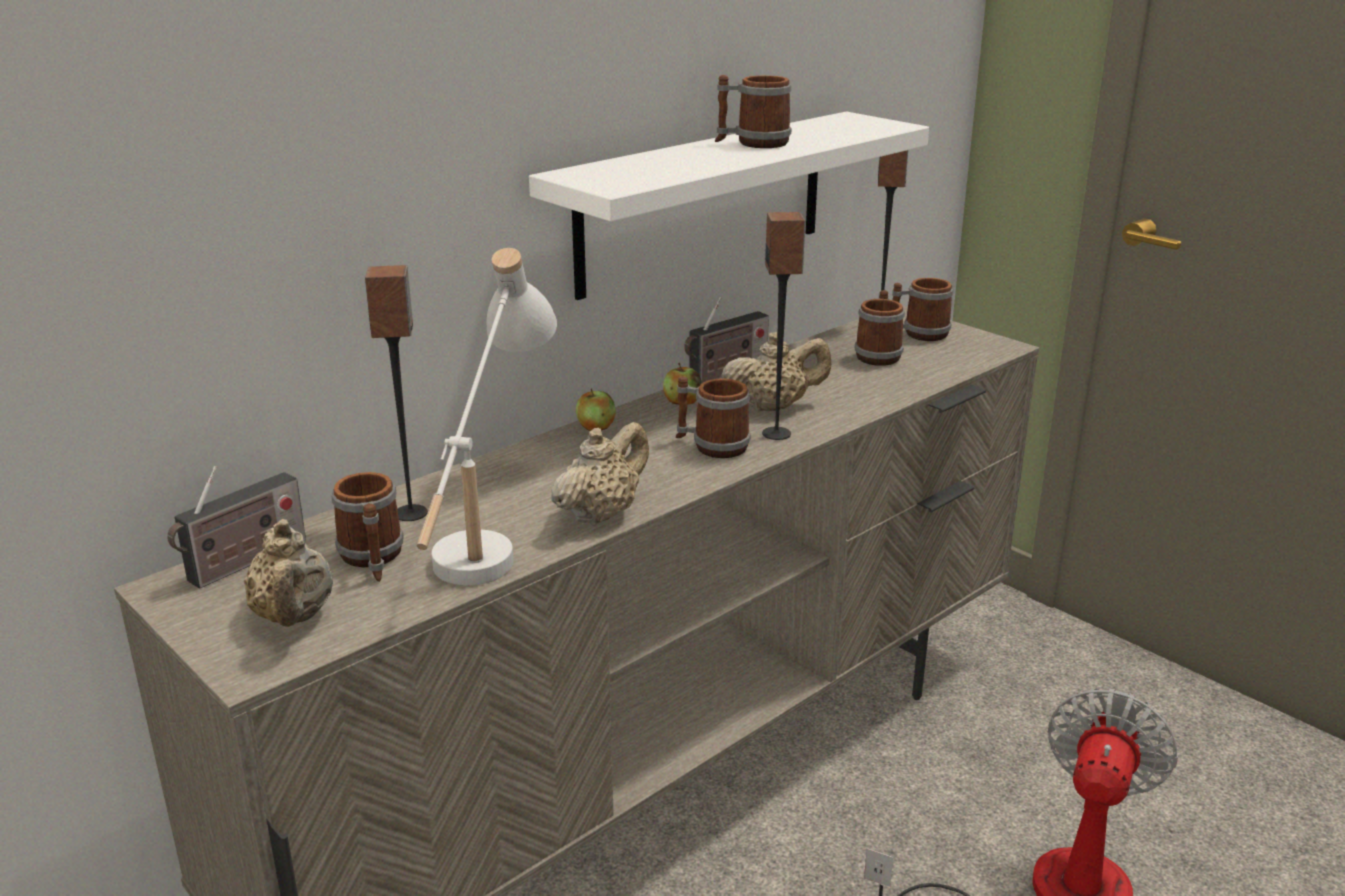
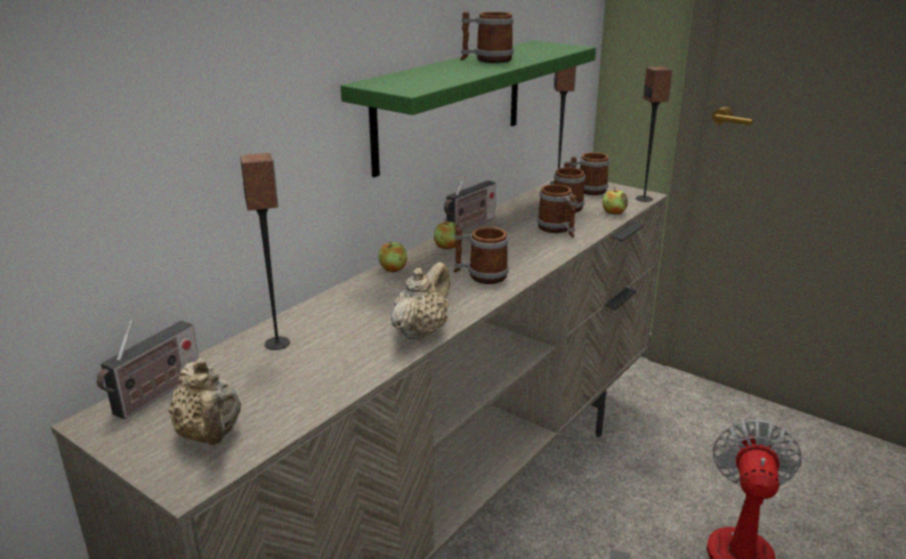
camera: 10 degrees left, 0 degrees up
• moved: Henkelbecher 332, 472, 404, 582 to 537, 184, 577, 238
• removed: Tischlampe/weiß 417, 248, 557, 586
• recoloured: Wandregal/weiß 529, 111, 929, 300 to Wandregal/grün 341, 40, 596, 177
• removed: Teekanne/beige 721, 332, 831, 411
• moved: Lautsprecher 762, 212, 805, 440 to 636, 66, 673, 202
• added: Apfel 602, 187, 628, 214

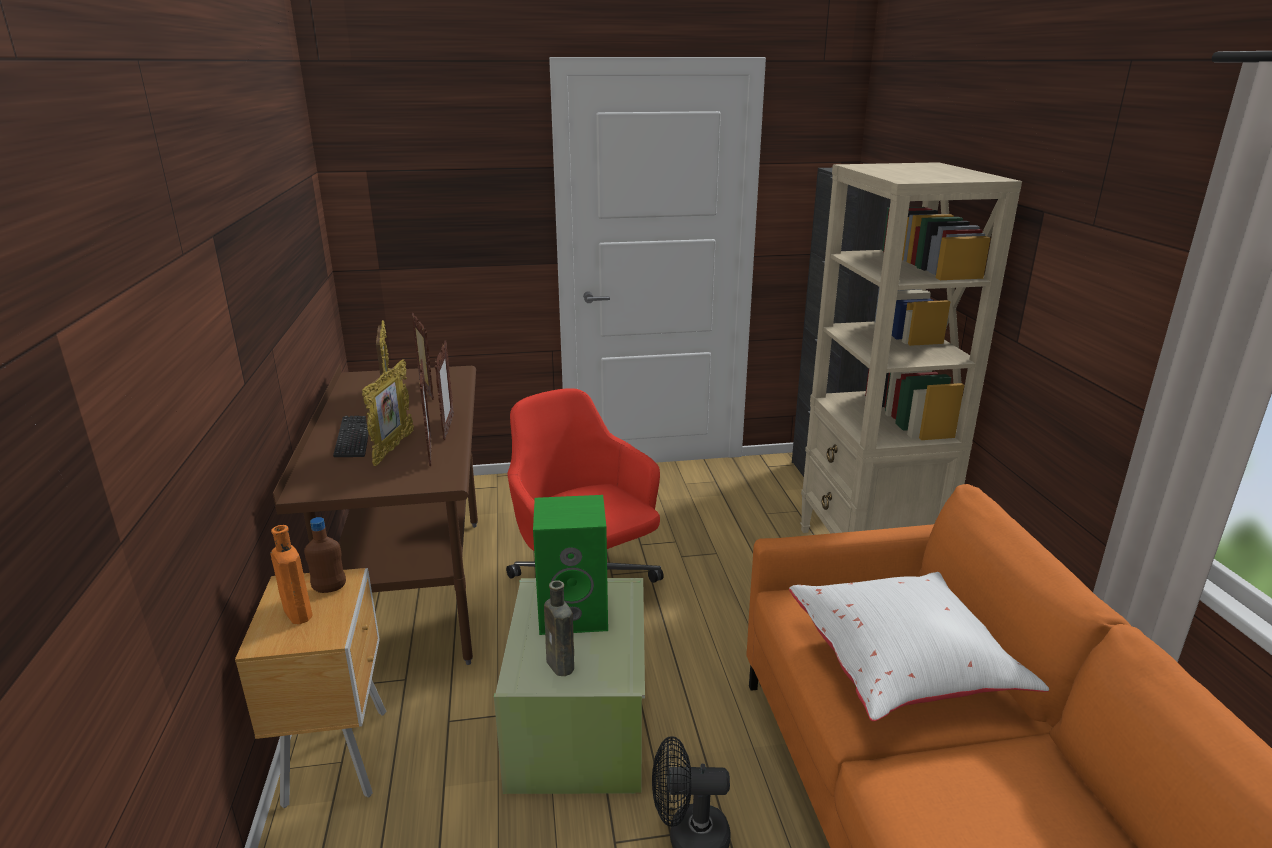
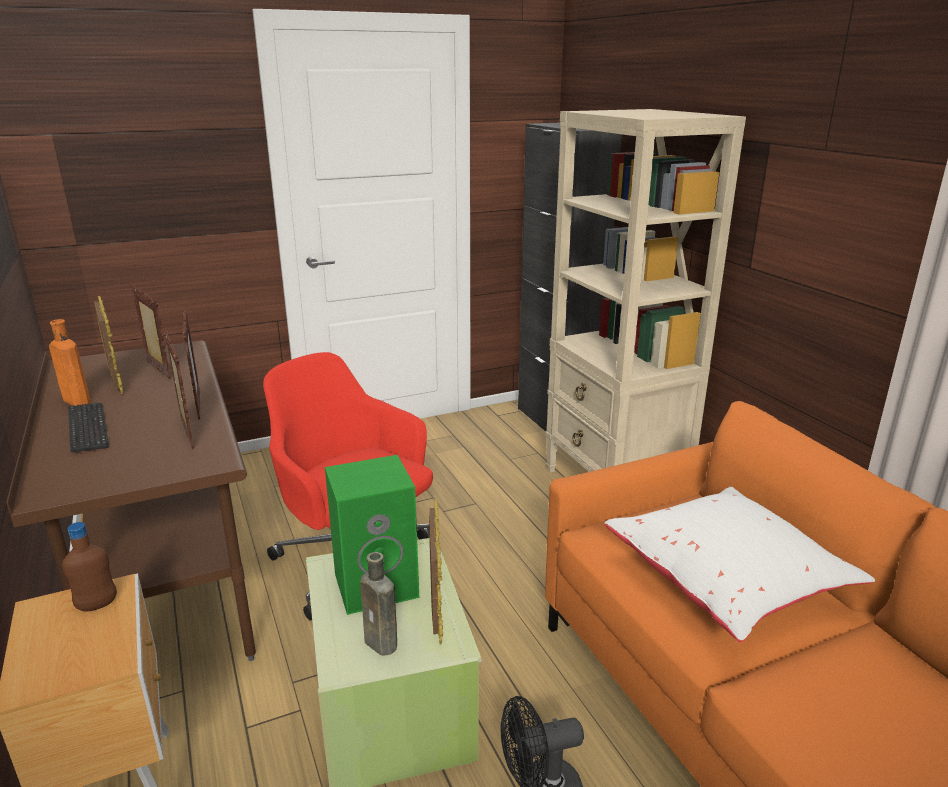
camera: 15 degrees left, 0 degrees up
• moved: Flasche/orange 271, 525, 312, 624 to 49, 319, 90, 406
• moved: Bilderrahmen 362, 360, 414, 466 to 429, 499, 443, 644

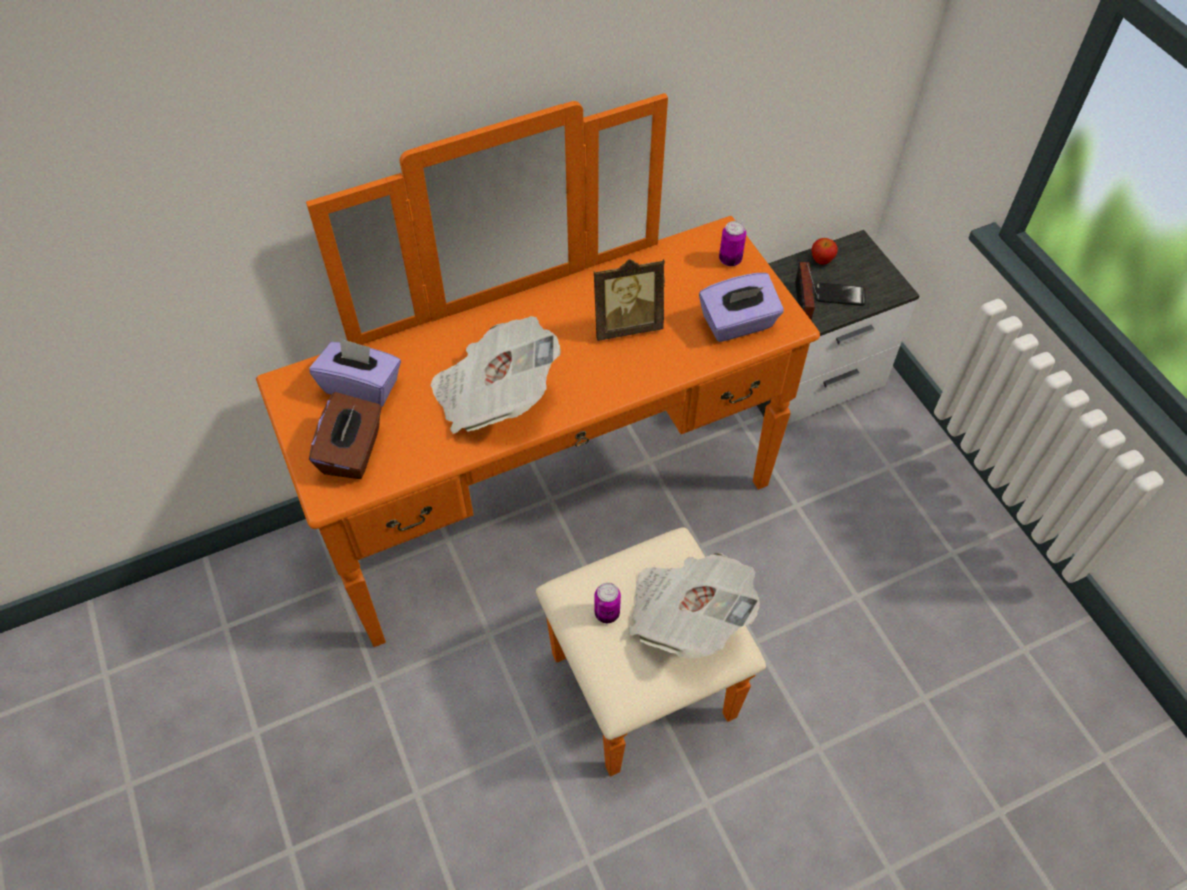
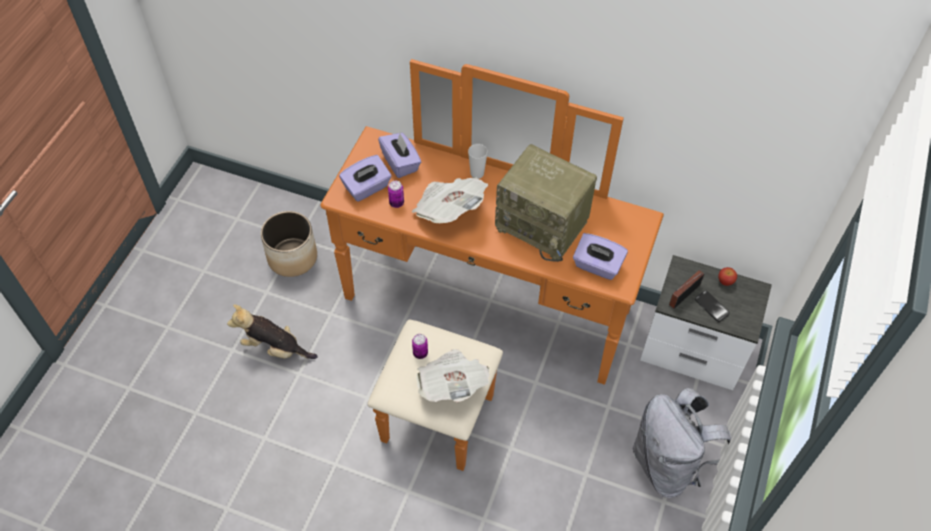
camera: 45 degrees right, 0 degrees up
• recoloured: Taschentuchbox/braun 309, 392, 382, 479 to Taschentuchbox/lila 339, 155, 392, 202
• replaced: Bilderrahmen 594, 259, 665, 341 to Radio 495, 144, 597, 262
• moved: Dose 719, 221, 746, 266 to 388, 181, 404, 208
• added: Plüschtier 227, 305, 318, 359
• added: Pflanzkübel 261, 211, 317, 277
• added: Tasse 468, 144, 488, 179
• added: Rucksack/grau 633, 388, 732, 498

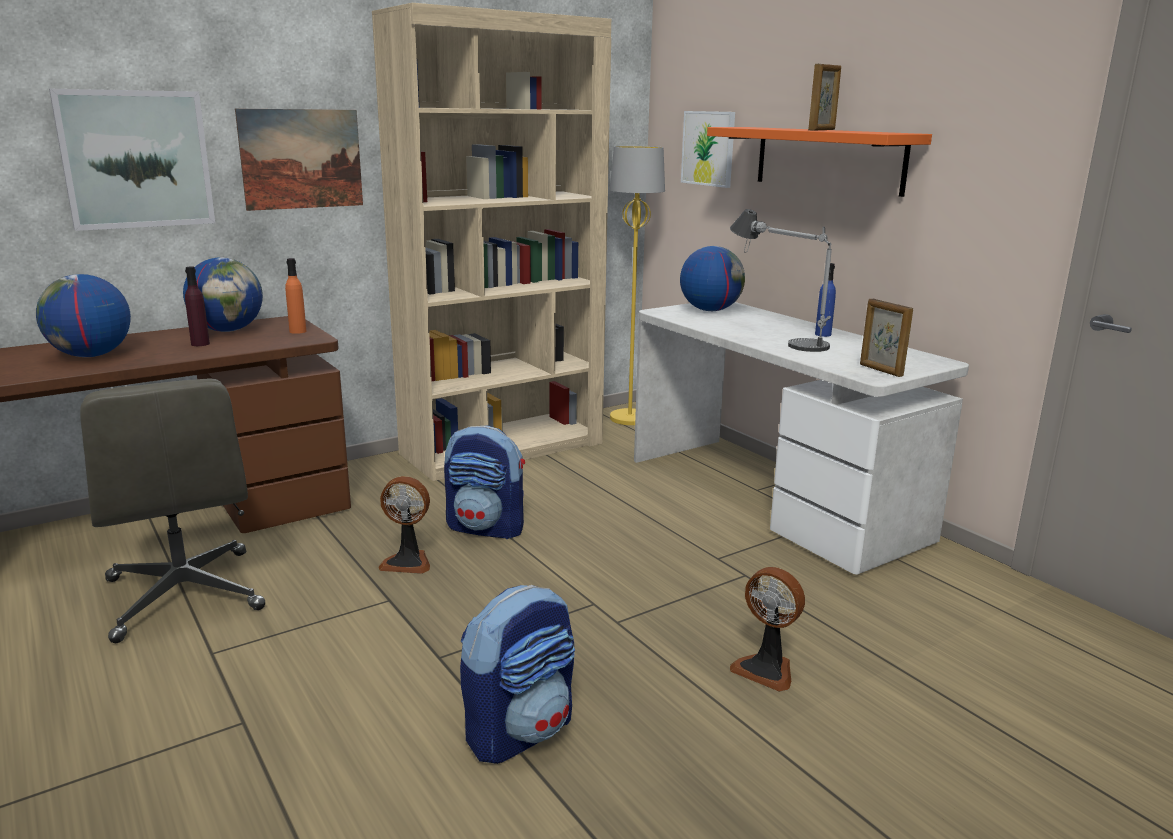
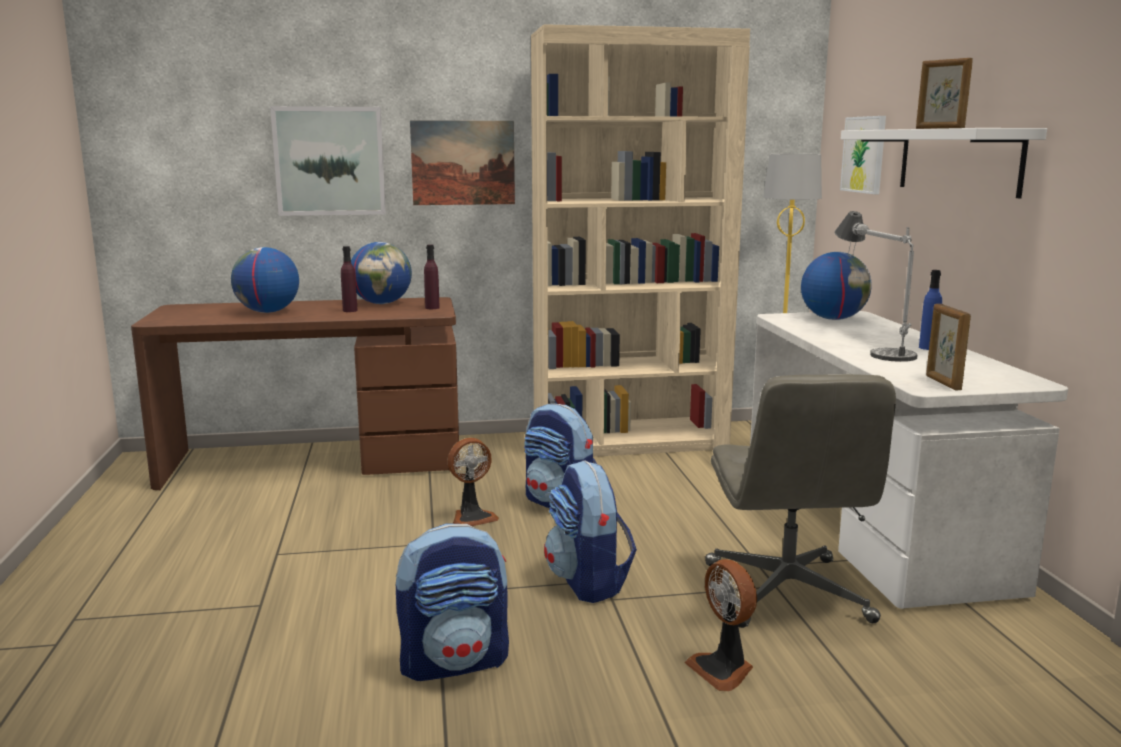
camera: 25 degrees right, 5 degrees down
• moved: Bürostuhl/grau 80, 378, 265, 643 to 705, 374, 896, 628
• recoloured: Flasche/orange 285, 258, 306, 334 to Flasche/lila 424, 244, 440, 309
• turned: Ventilator 378, 476, 430, 574 = 448, 438, 499, 526 60 degrees counterclockwise
• recoloured: Wandregal/orange 707, 127, 932, 197 to Wandregal/weiß 841, 128, 1047, 199
• turned: Bilderrahmen 808, 64, 841, 130 = 916, 58, 973, 129 75 degrees clockwise
• added: Rucksack 544, 460, 637, 603

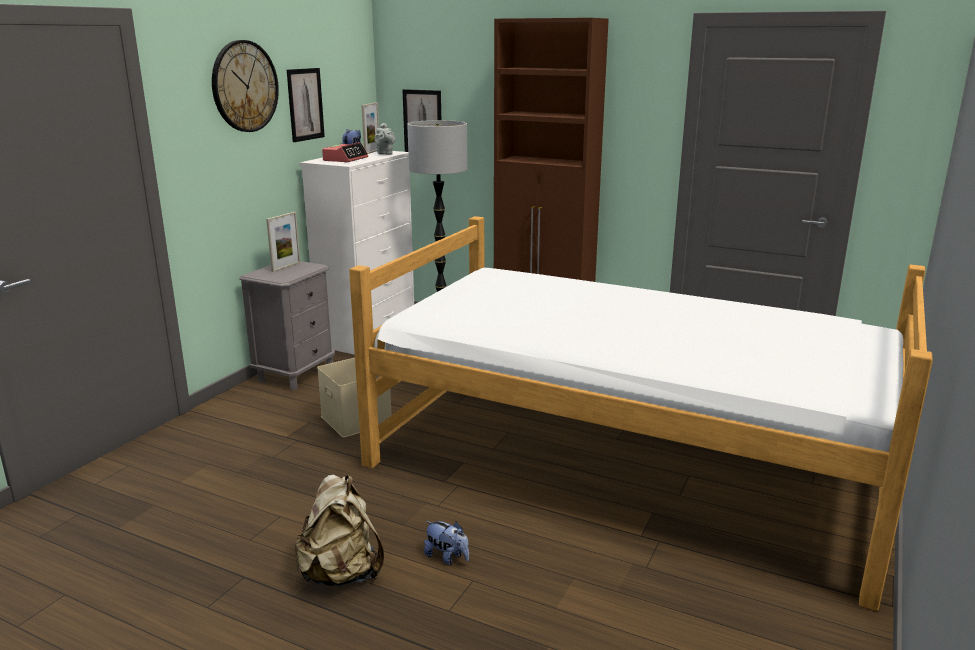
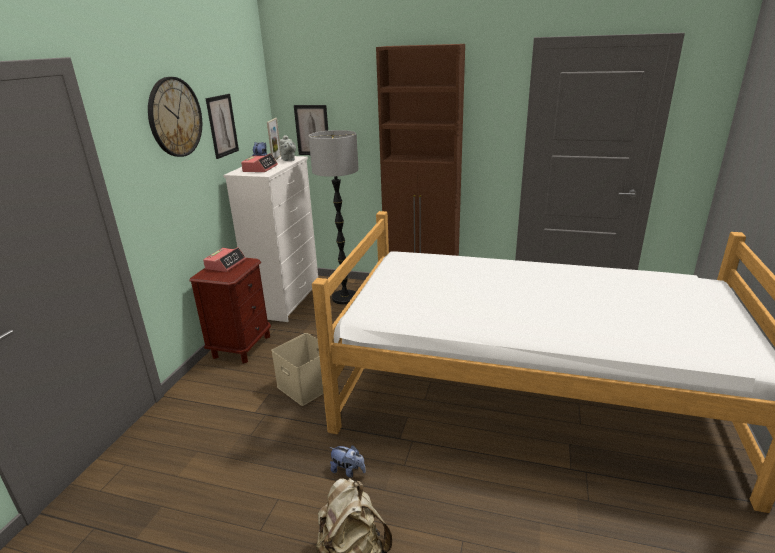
camera: 10 degrees left, 5 degrees up
• recoloured: Nachttisch/grau 239, 261, 335, 390 to Nachttisch/braun 189, 258, 271, 364
• replaced: Bilderrahmen 266, 212, 300, 272 to Wecker 203, 247, 246, 272
• moved: Plüschtier 424, 521, 469, 565 to 329, 445, 366, 477

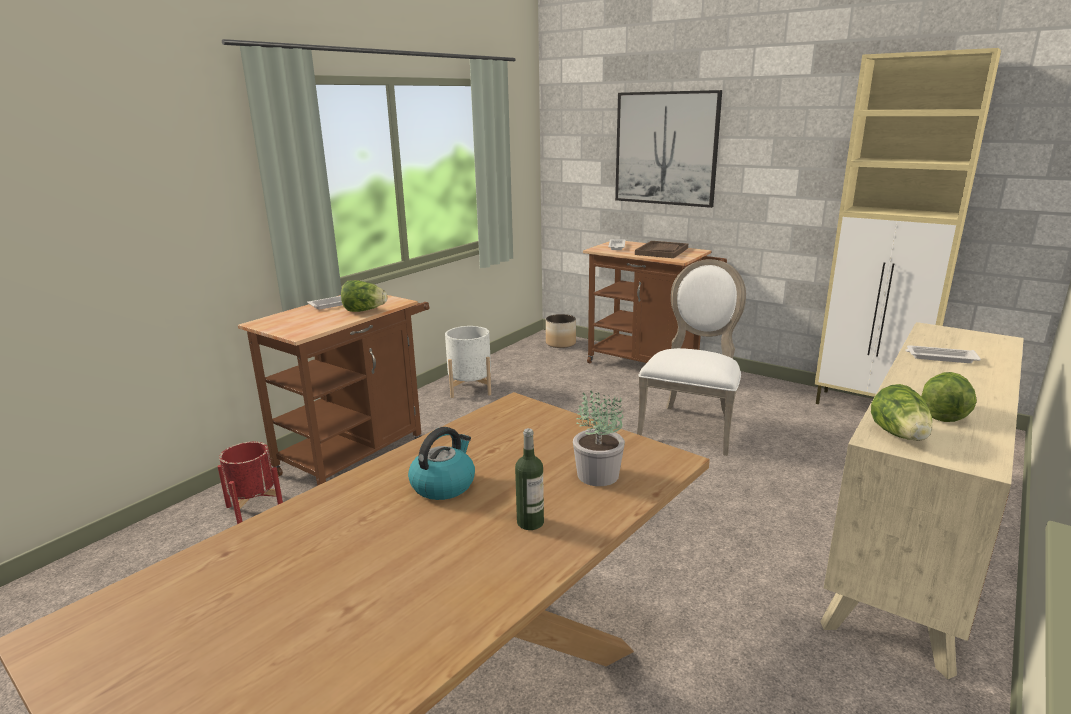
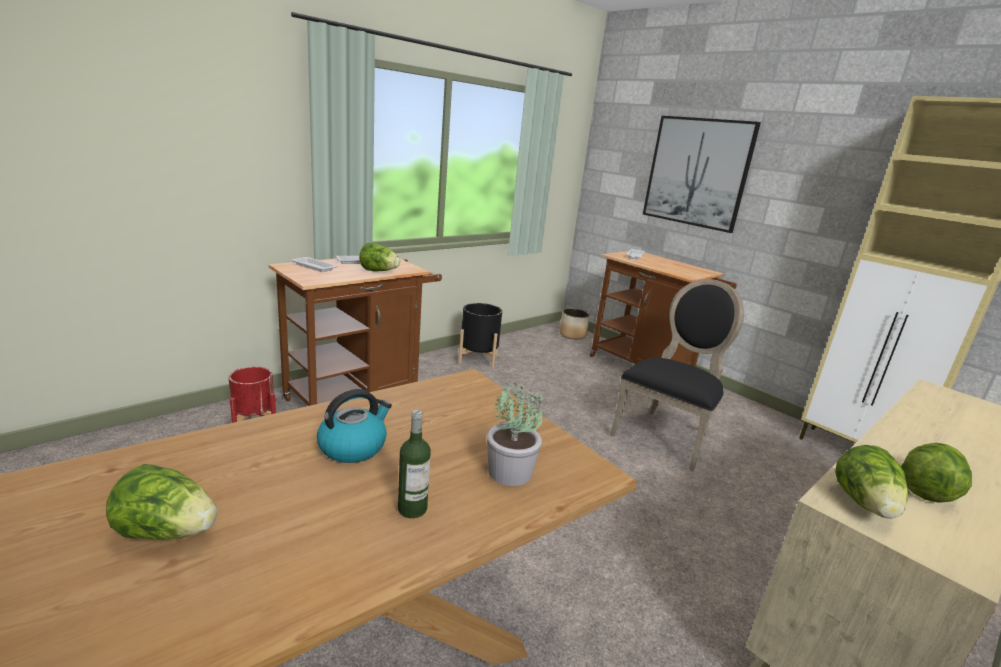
camera: 10 degrees right, 0 degrees up
• recoloured: Pflanzkübel/weiß 445, 326, 491, 398 to Pflanzkübel/schwarz 458, 303, 502, 368
• removed: Tablett/braun 635, 241, 688, 258
• recoloured: Stuhl/weiß 637, 259, 746, 456 to Stuhl/schwarz 610, 279, 744, 471
• moved: Tablett/weiß 905, 345, 981, 363 to 292, 257, 338, 272
• added: Salatkopf 106, 464, 217, 540

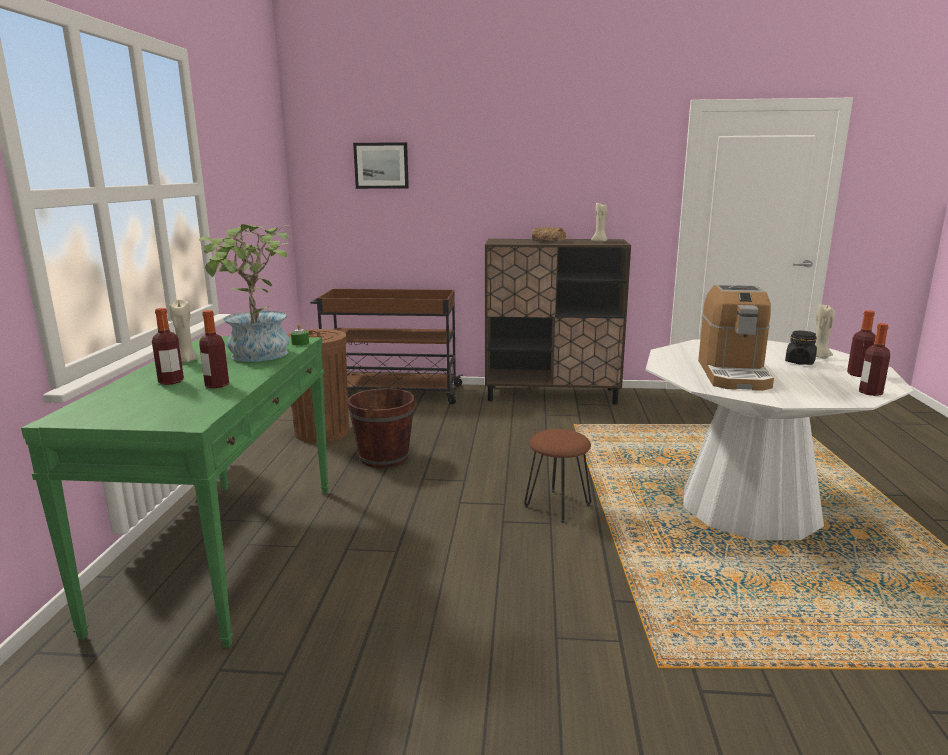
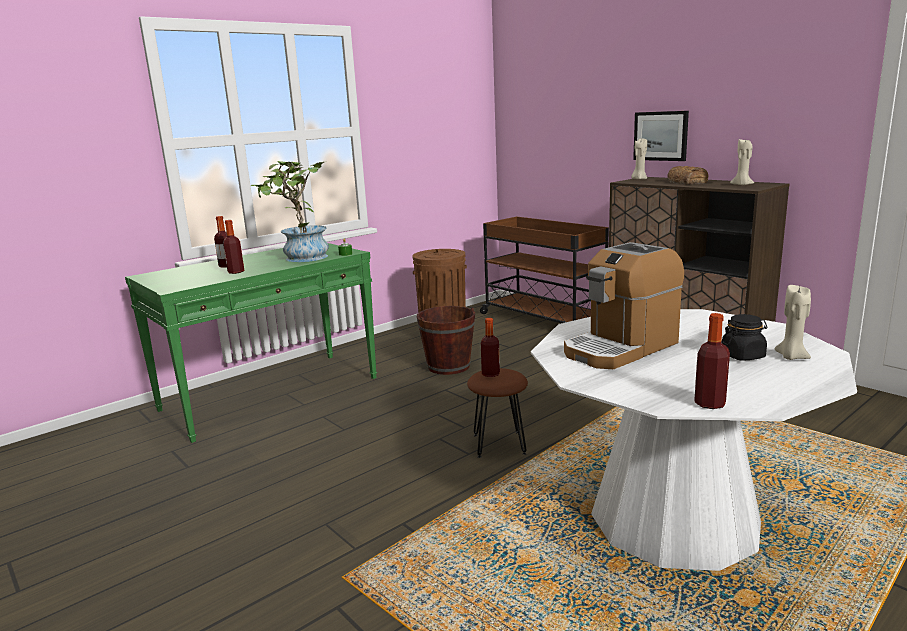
camera: 45 degrees right, 0 degrees up
• moved: Kerze/beige 169, 300, 198, 362 to 631, 138, 647, 179
• moved: Bild 353, 142, 409, 189 to 633, 111, 689, 161
• moved: Flasche 847, 310, 876, 377 to 481, 318, 500, 377

